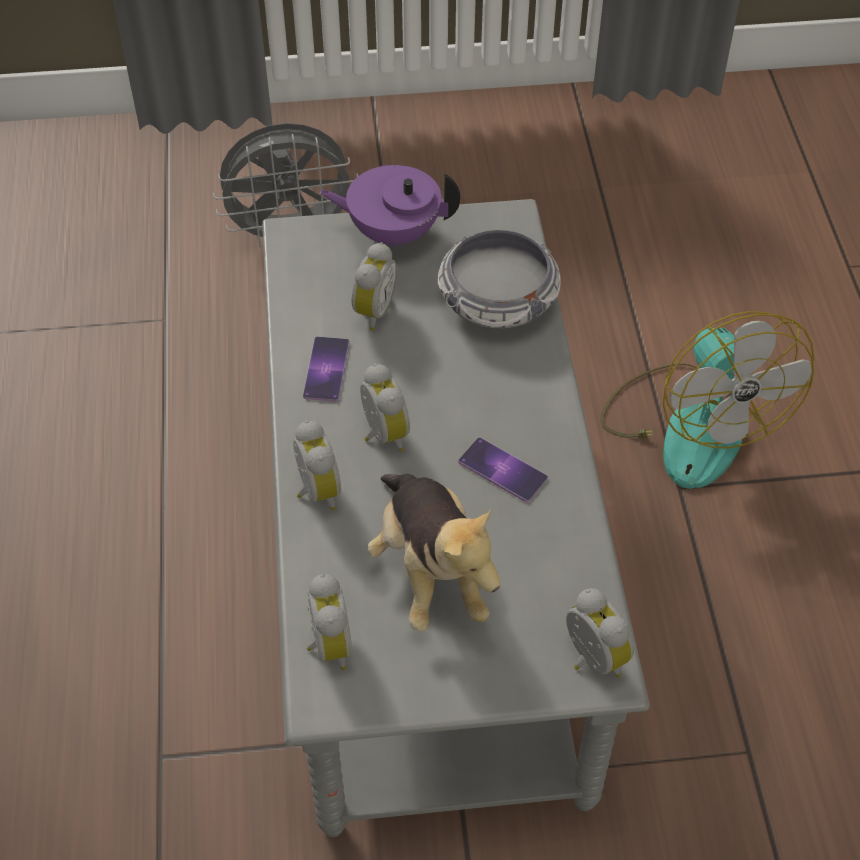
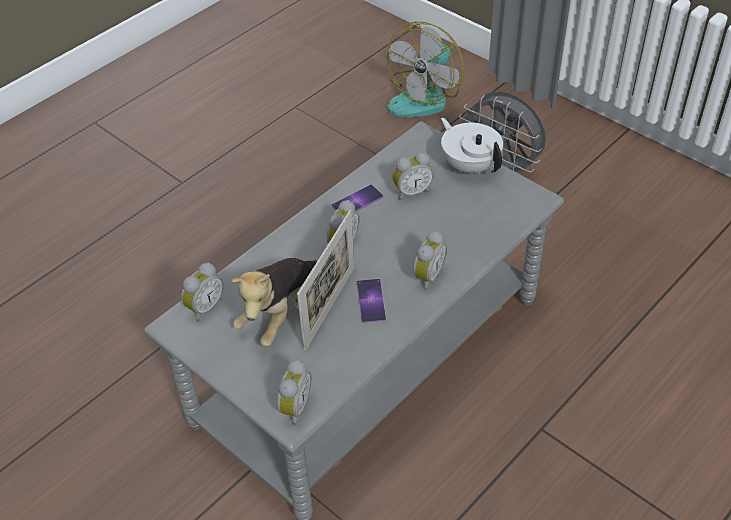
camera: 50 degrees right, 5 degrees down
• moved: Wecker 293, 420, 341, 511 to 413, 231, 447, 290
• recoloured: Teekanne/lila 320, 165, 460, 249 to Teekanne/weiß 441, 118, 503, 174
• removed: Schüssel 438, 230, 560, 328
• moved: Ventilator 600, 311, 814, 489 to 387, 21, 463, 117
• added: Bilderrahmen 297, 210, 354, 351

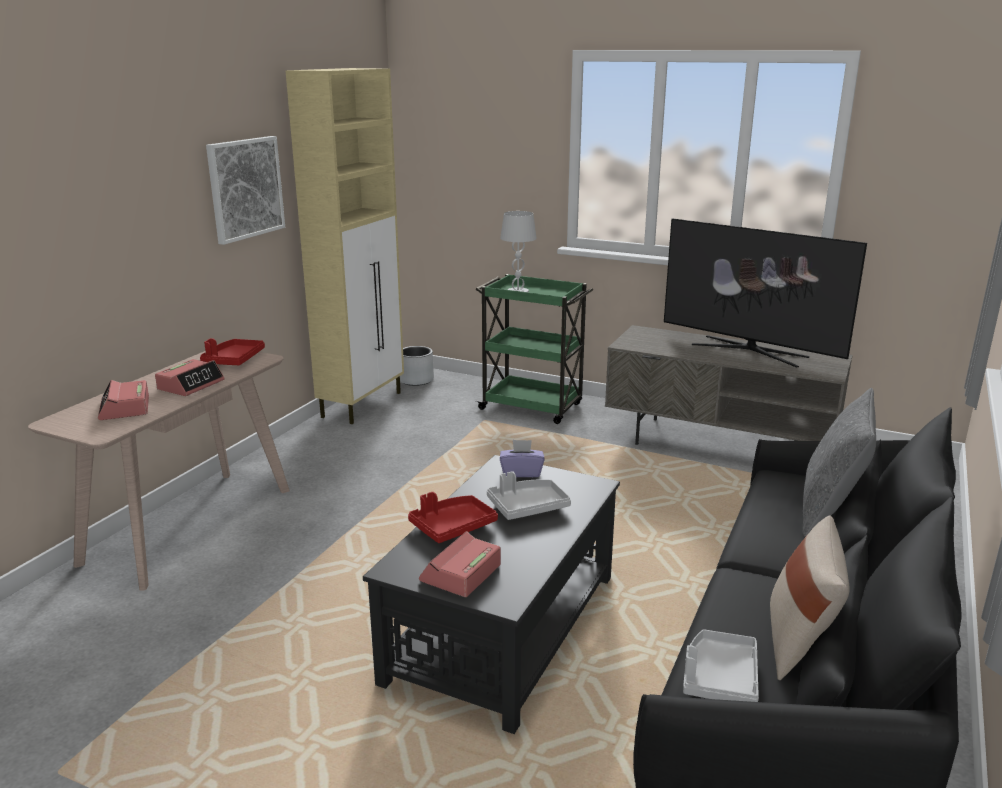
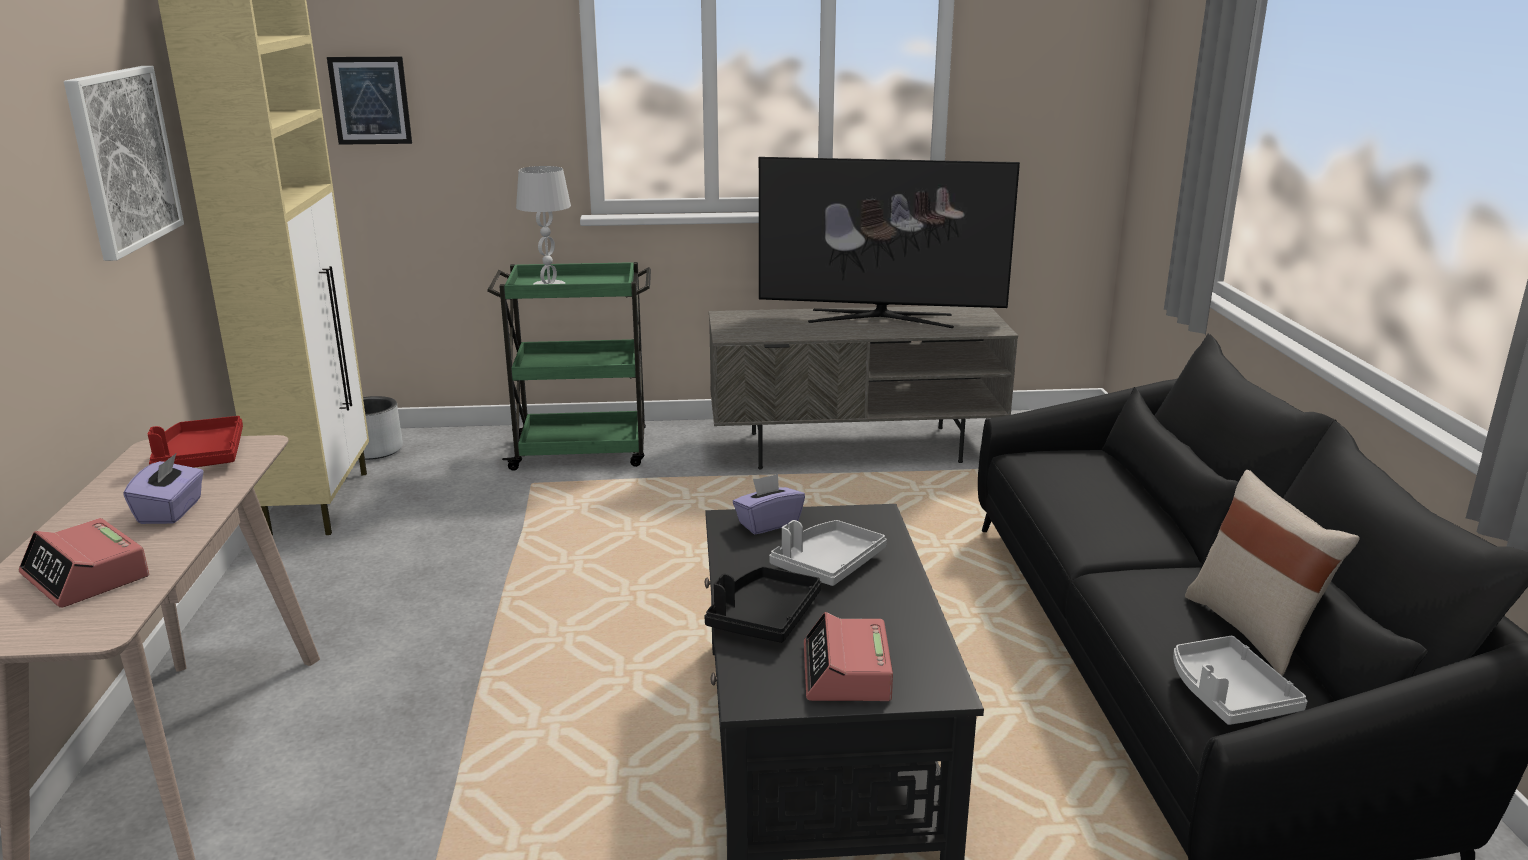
camera: 30 degrees left, 0 degrees up
• replaced: Wecker 155, 359, 224, 396 to Taschentuchbox/lila 123, 453, 204, 524
• recoloured: Tablett/rot 408, 492, 498, 543 to Tablett/schwarz 704, 566, 821, 643
• removed: Kissen/grau 802, 388, 876, 537
• added: Bild 327, 57, 412, 145

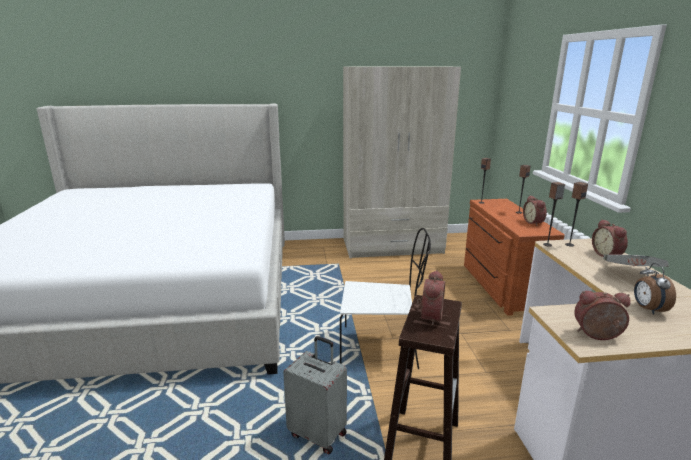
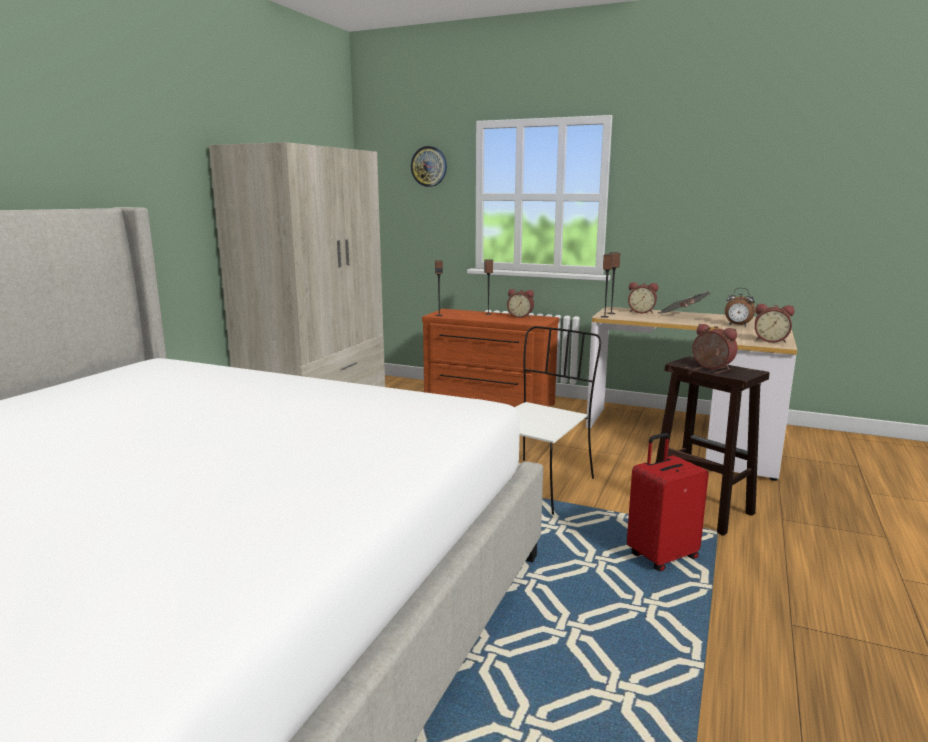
camera: 60 degrees left, 5 degrees down
• recoloured: Koffer/grau 283, 336, 347, 454 to Koffer/rot 627, 433, 709, 571
• turned: Wecker 574, 291, 631, 340 = 755, 304, 795, 343 105 degrees counterclockwise
• added: Wanduhr 411, 146, 447, 187

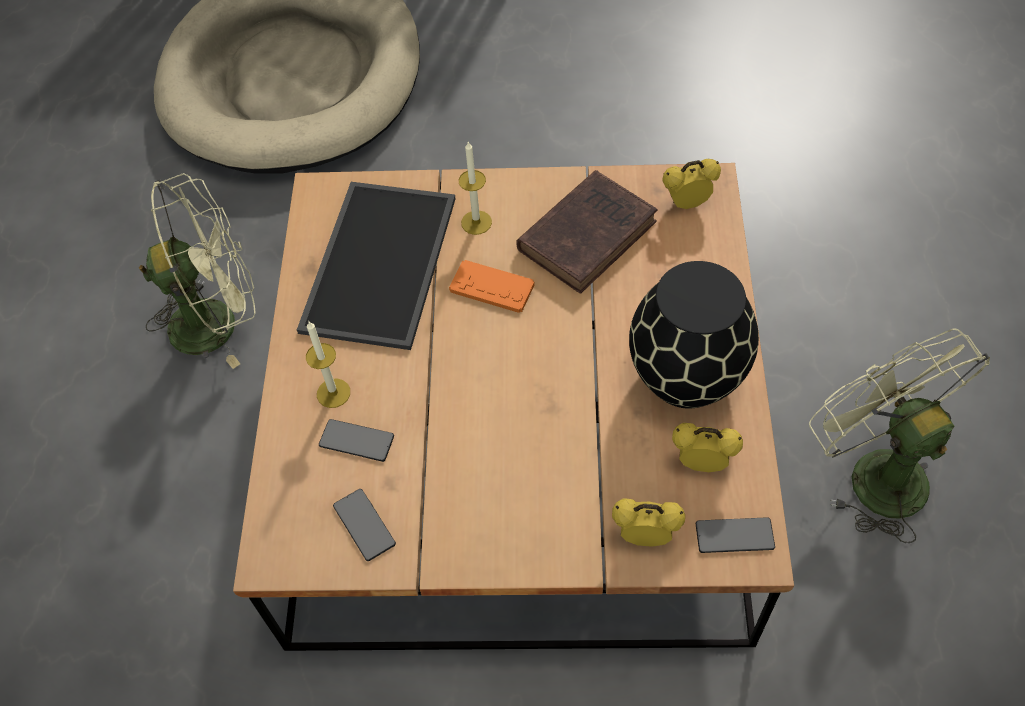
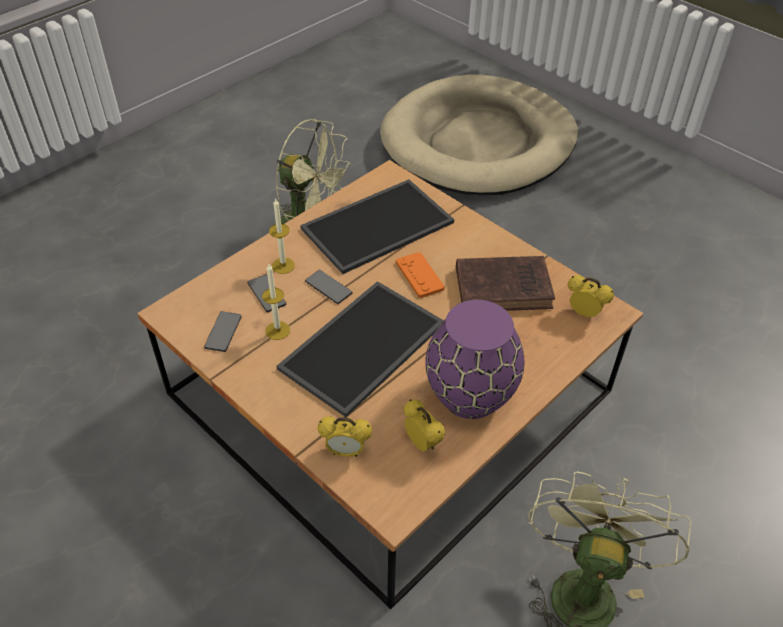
camera: 40 degrees right, 10 degrees down
• moved: Kerze 459, 142, 492, 235 to 262, 264, 290, 340
• turned: Wecker 612, 498, 685, 547 = 317, 417, 372, 457 135 degrees clockwise
• recoloured: Vase/schwarz 629, 261, 759, 409 to Vase/lila 425, 300, 525, 419
• moved: Handy 696, 517, 775, 553 to 305, 270, 352, 304
• added: Tablett 276, 281, 444, 417

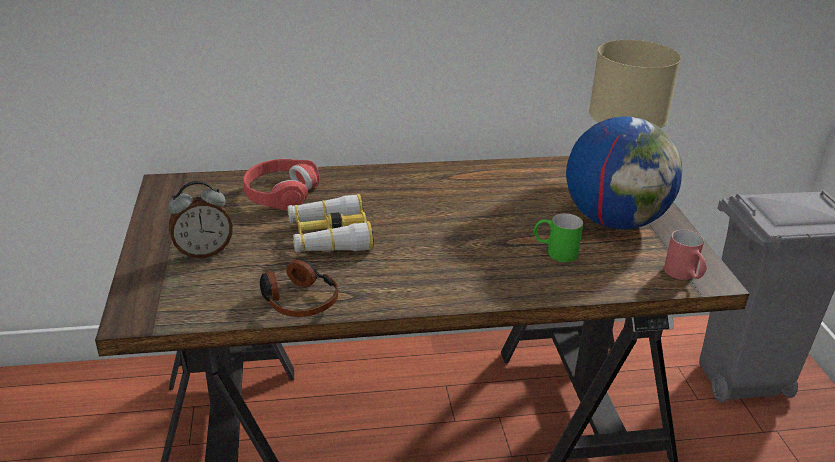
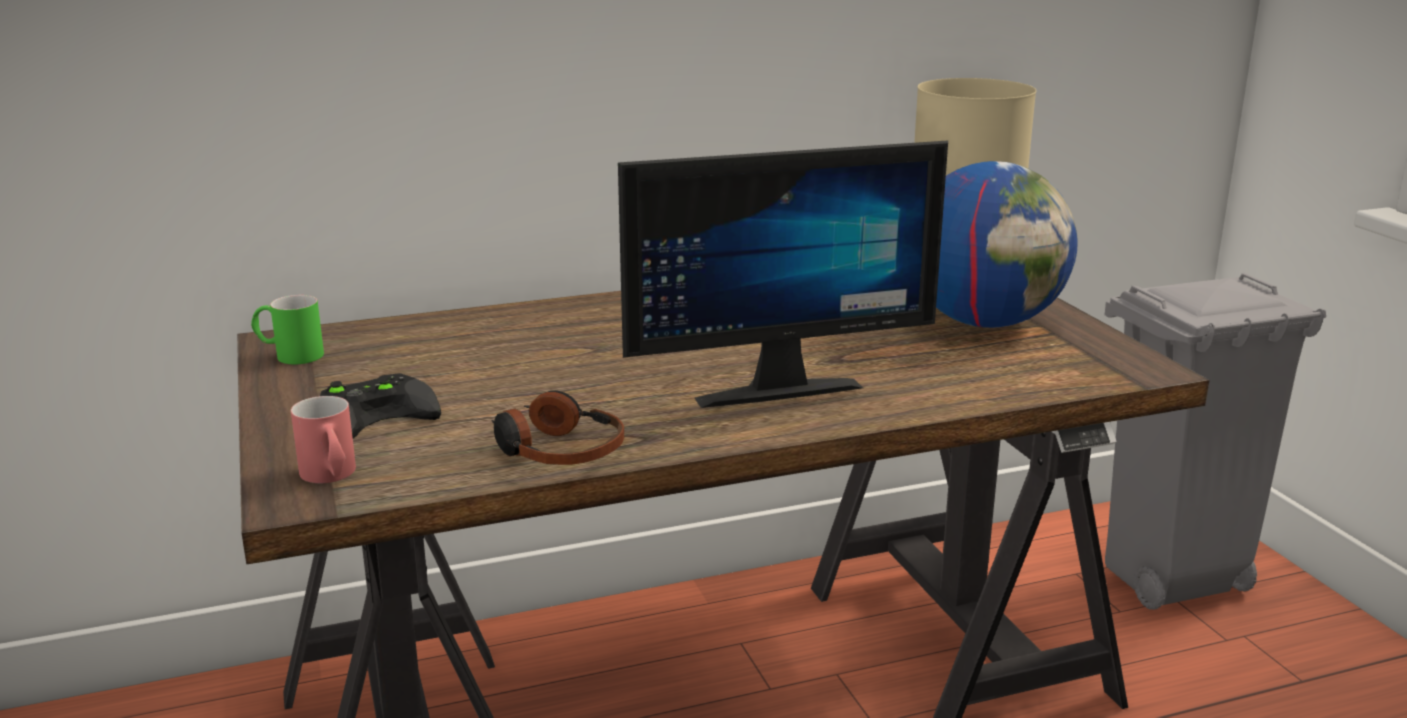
camera: 10 degrees left, 10 degrees down
• replaced: Wecker 168, 181, 233, 259 to Gamepad/schwarz 320, 373, 441, 438
• removed: Kopfhörer/rot 243, 159, 320, 211
• removed: Fernglas 287, 194, 374, 253
• moved: Henkelbecher/grün 534, 213, 583, 262 to 251, 295, 324, 364
• moved: Henkelbecher/rot 664, 230, 707, 280 to 291, 396, 356, 483
• added: Monitor 618, 140, 948, 408

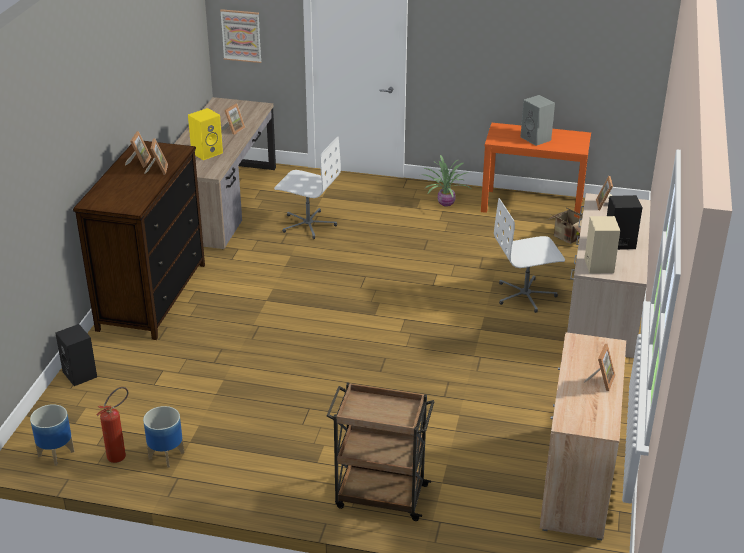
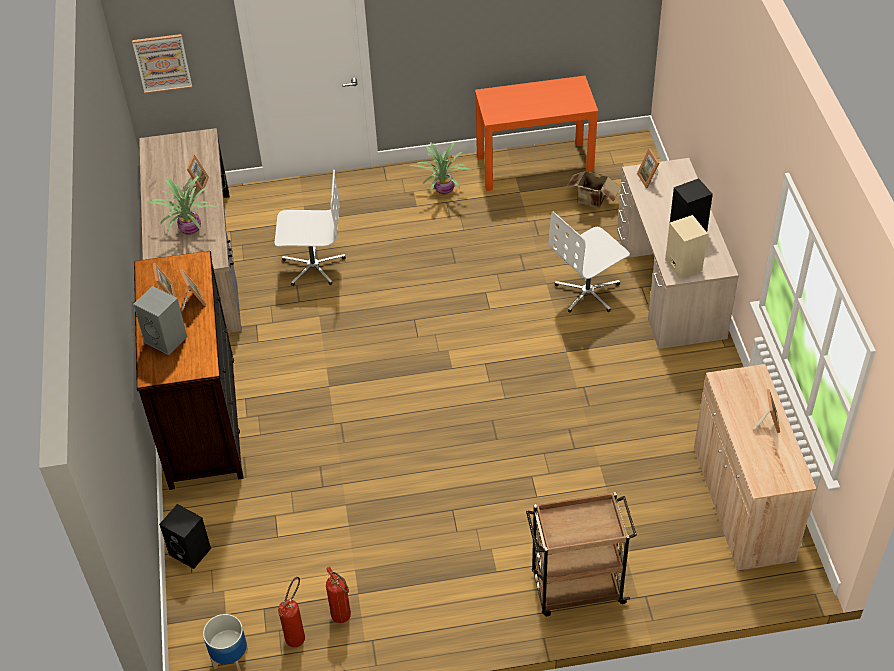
camera: 20 degrees left, 15 degrees up
• replaced: Pflanzkübel 143, 406, 184, 468 to Feuerlöscher 326, 566, 351, 623
• replaced: Lautsprecher/gelb 188, 108, 223, 160 to Topfpflanze 147, 176, 218, 235
• moved: Lautsprecher/grau 520, 95, 555, 146 to 133, 286, 187, 355

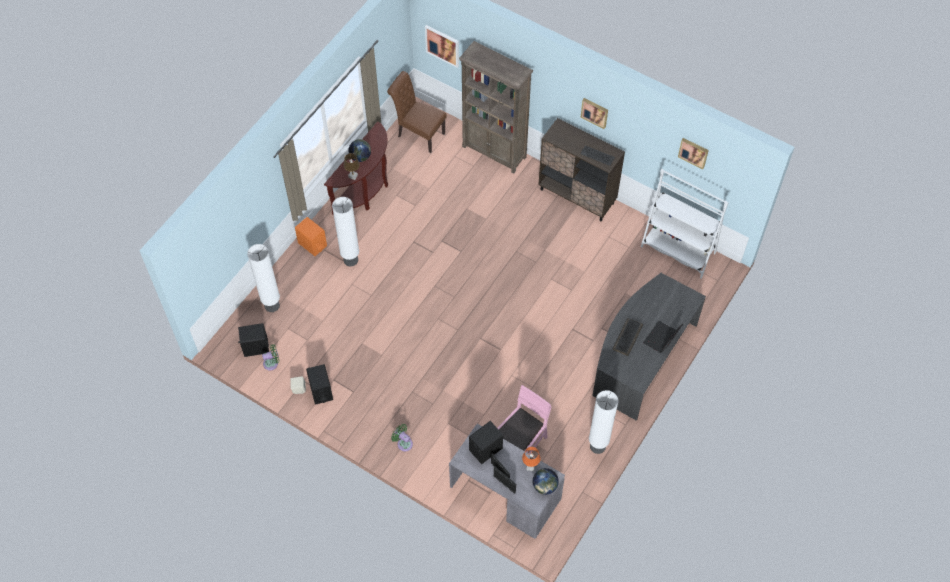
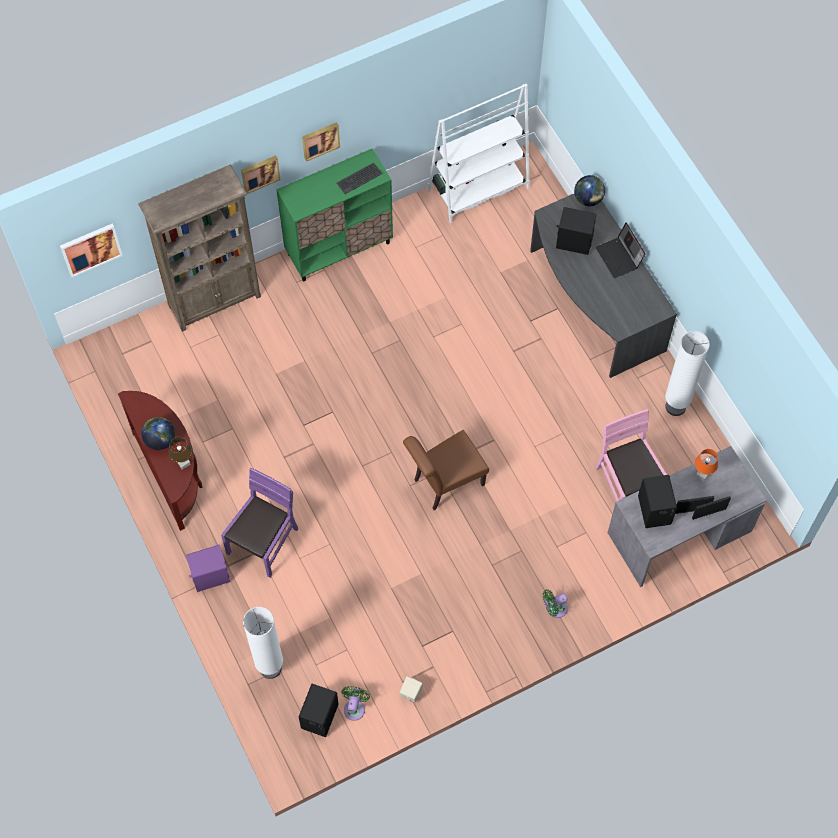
camera: 60 degrees left, 5 degrees up
• recoloured: Lautsprecher/orange 295, 217, 327, 256 to Lautsprecher/lila 186, 545, 230, 592
• moved: Lautsprecher/schwarz 306, 364, 333, 404 to 556, 207, 596, 255
• replaced: Stehlampe/weiß 332, 197, 359, 267 to Stuhl/lila 221, 468, 298, 578
• moved: Stuhl/braun 387, 71, 447, 153 to 403, 430, 489, 510
• moved: Globus 533, 468, 559, 495 to 574, 175, 605, 206
• recoloured: Schrank/braun 538, 118, 625, 221 to Schrank/grün 276, 148, 393, 281
• removed: Tastatur 612, 318, 643, 356
• moved: Bild 678, 138, 709, 170 to 241, 155, 281, 194

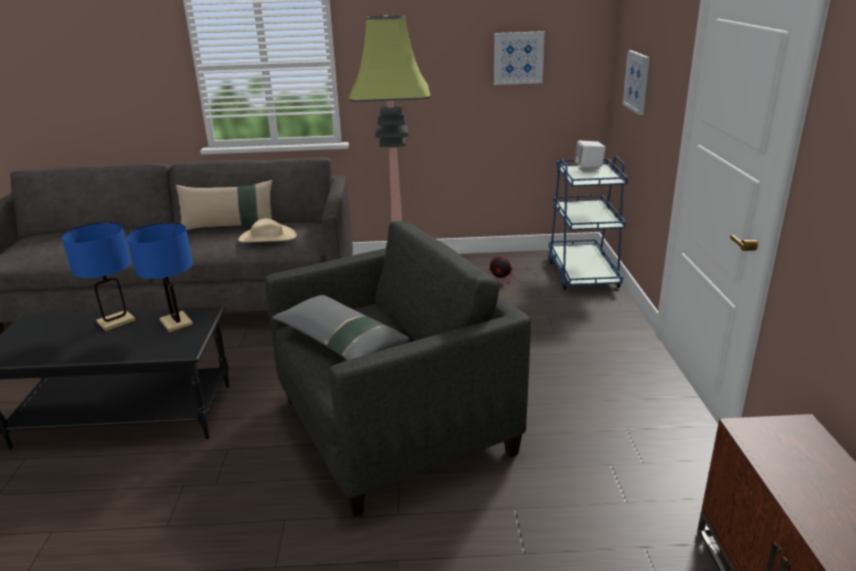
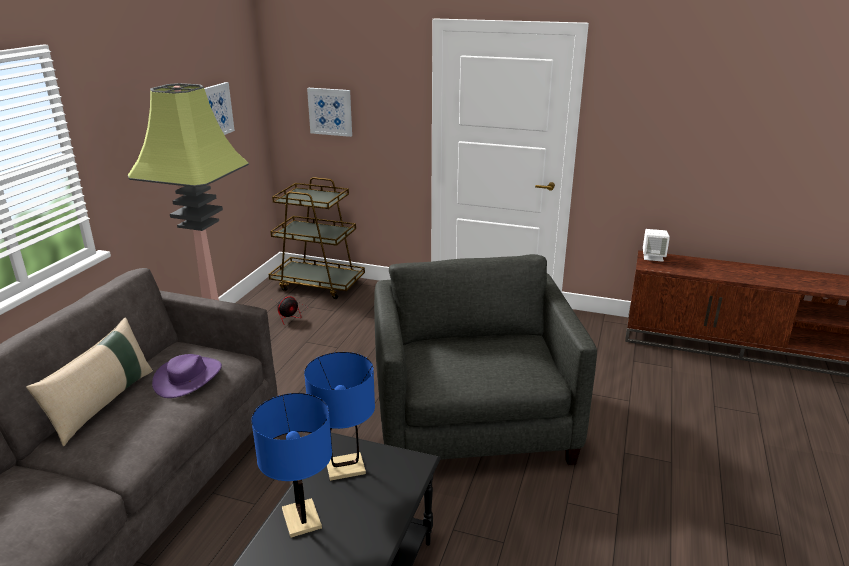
camera: 70 degrees left, 0 degrees up
• recoloured: Hut/beige 238, 218, 297, 243 to Hut/lila 152, 354, 222, 398
• removed: Kissen/grau 272, 295, 410, 360
• recoloured: Rollwagen/blau 548, 156, 628, 290 to Rollwagen/braun 269, 177, 365, 299
• moved: Lautsprecher/weiß 575, 141, 606, 173 to 643, 229, 670, 262

